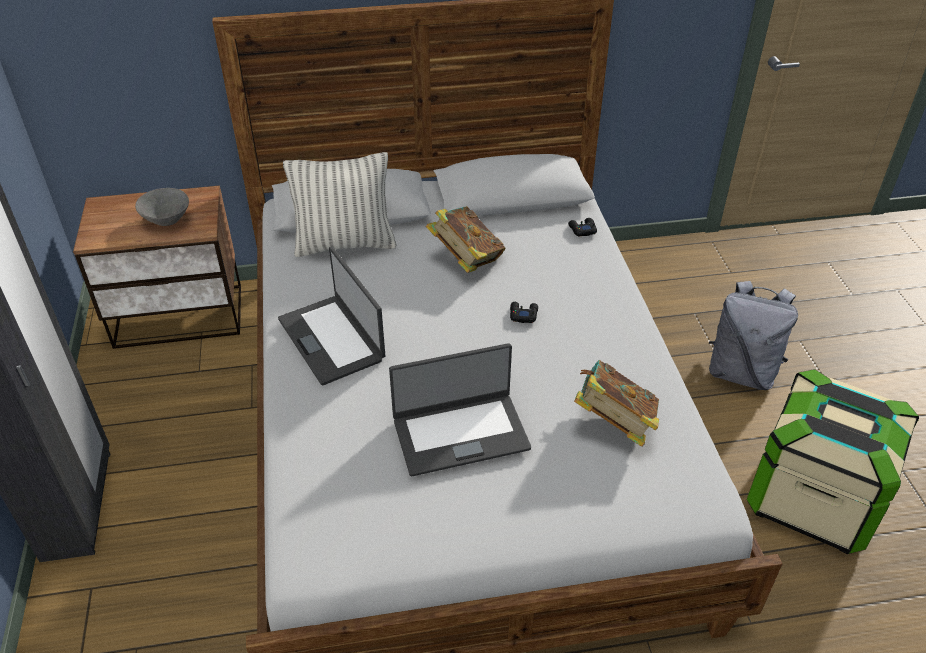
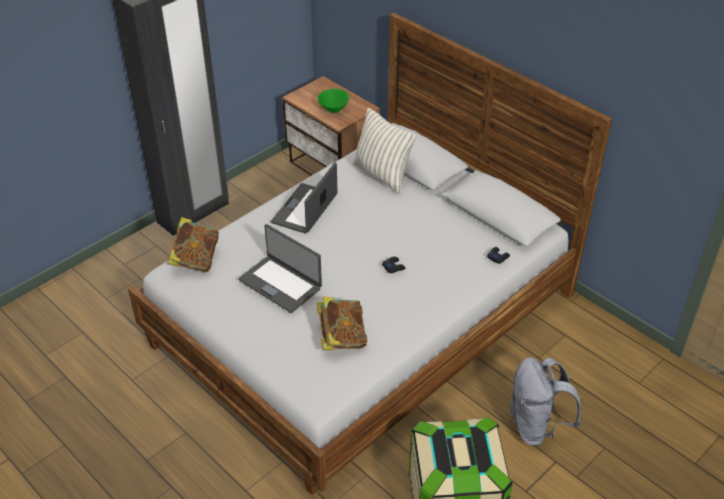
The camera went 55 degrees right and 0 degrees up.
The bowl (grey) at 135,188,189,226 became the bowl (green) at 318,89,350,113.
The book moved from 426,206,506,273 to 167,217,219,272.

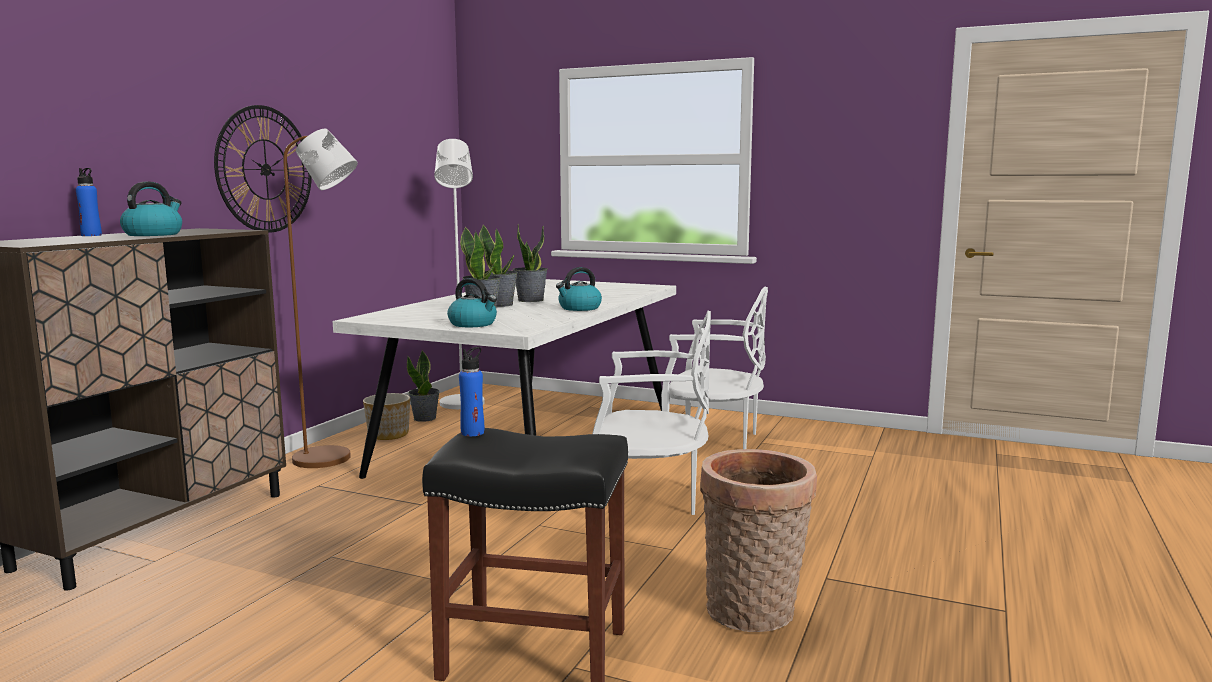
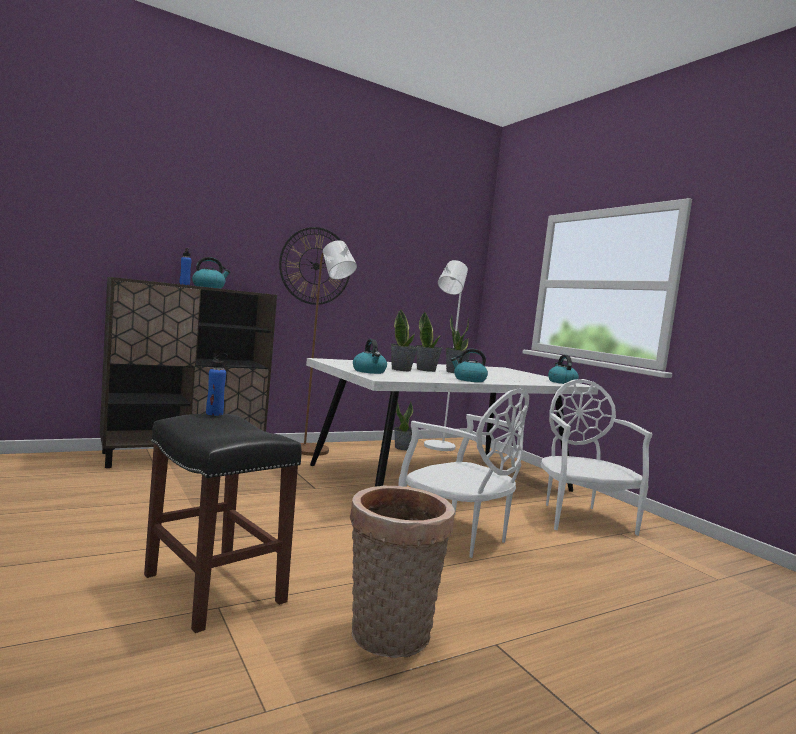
The camera went 35 degrees right and 5 degrees down.
The planter at 363,393,410,440 disappeared.
The chair (white) at 661,286,768,449 turned 150 degrees counterclockwise.
The kettle at 548,355,579,385 appeared.

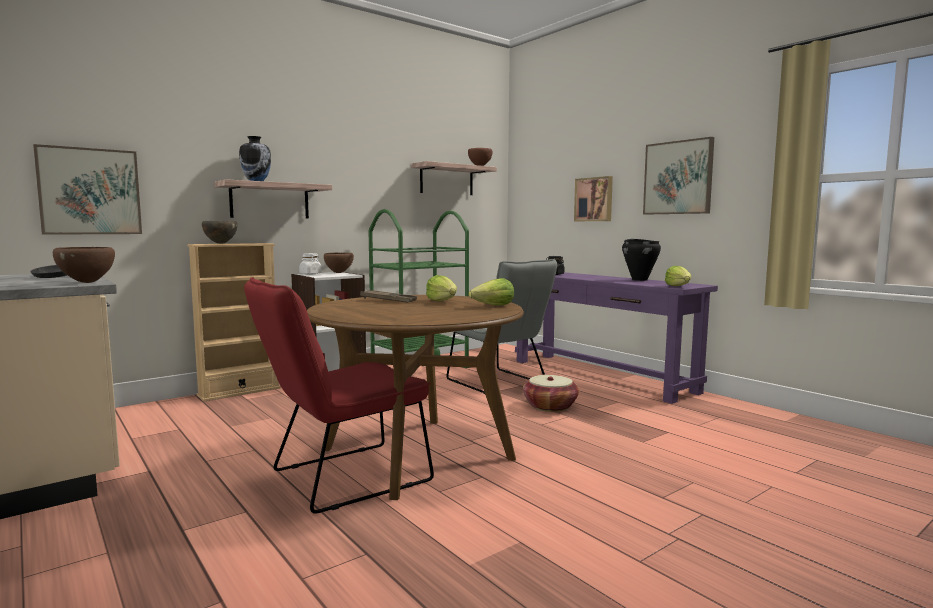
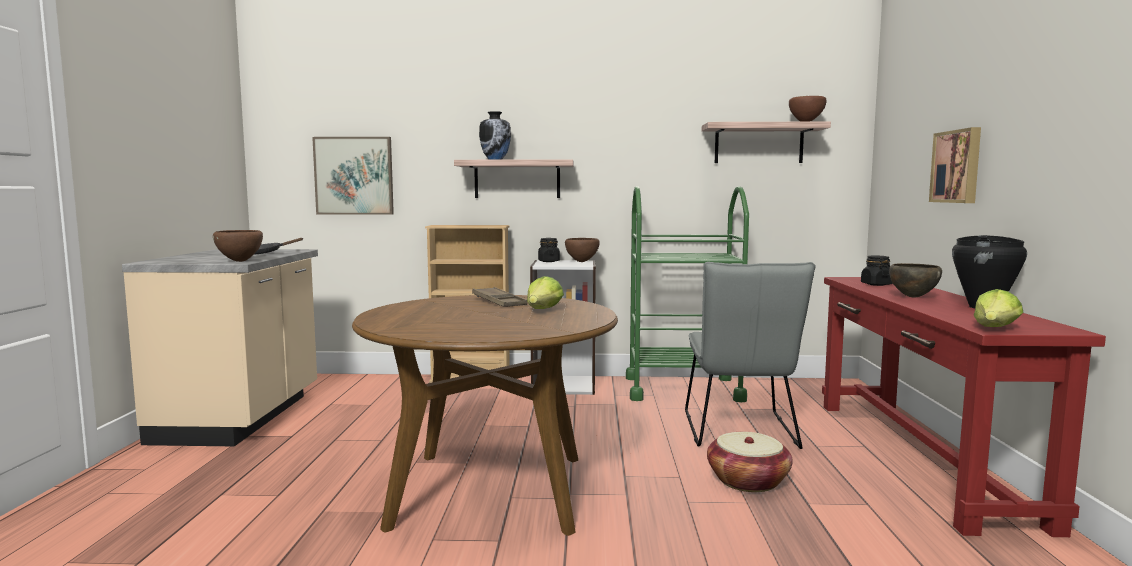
The camera went 40 degrees right and 0 degrees up.
The bowl (brown) moved from 202,221,237,244 to 889,263,942,298.
The chair (red) at 244,277,434,514 disappeared.
The jar (white) at 299,253,322,275 became the jar (black) at 538,238,560,262.
The lettuce at 469,278,514,305 disappeared.
The console table (purple) at 515,272,718,404 became the console table (red) at 822,277,1106,537.
The picture at 643,137,714,214 disappeared.

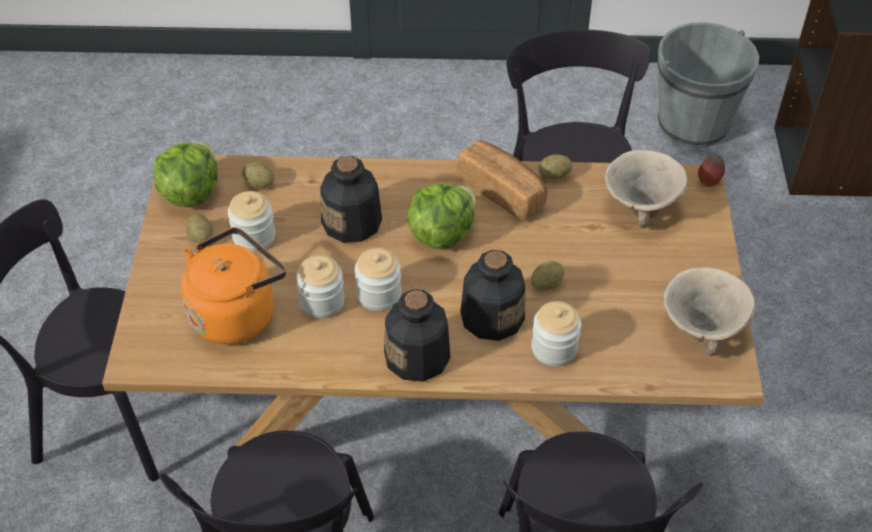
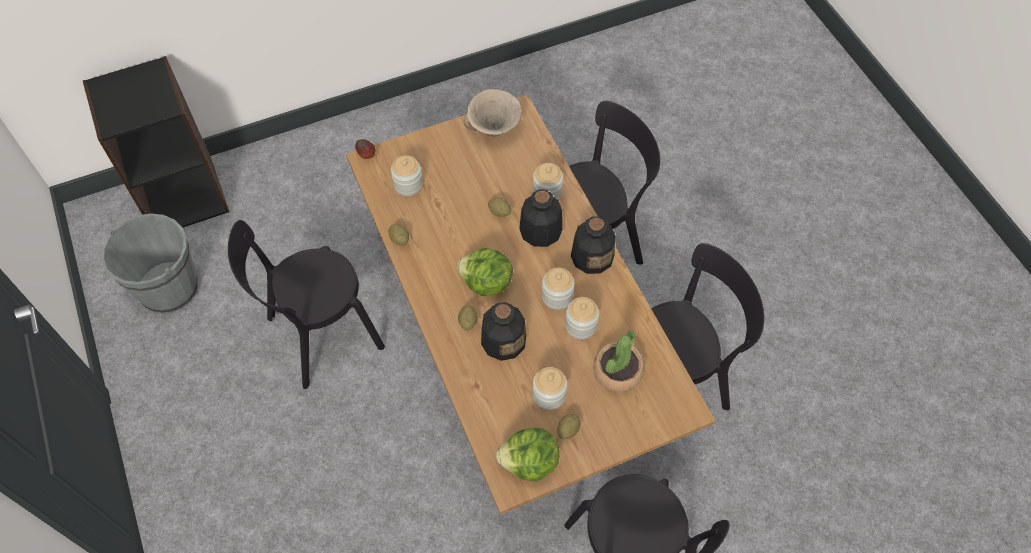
The camera went 115 degrees left and 10 degrees up.
The kettle (orange) at 181,227,286,344 was replaced by the potted plant at 593,330,645,392.
The potato moved from 242,162,274,188 to 458,305,478,330.
The bread at 458,141,548,220 disappeared.
The bowl (beige) at 605,150,688,228 was replaced by the jar at 391,155,423,196.

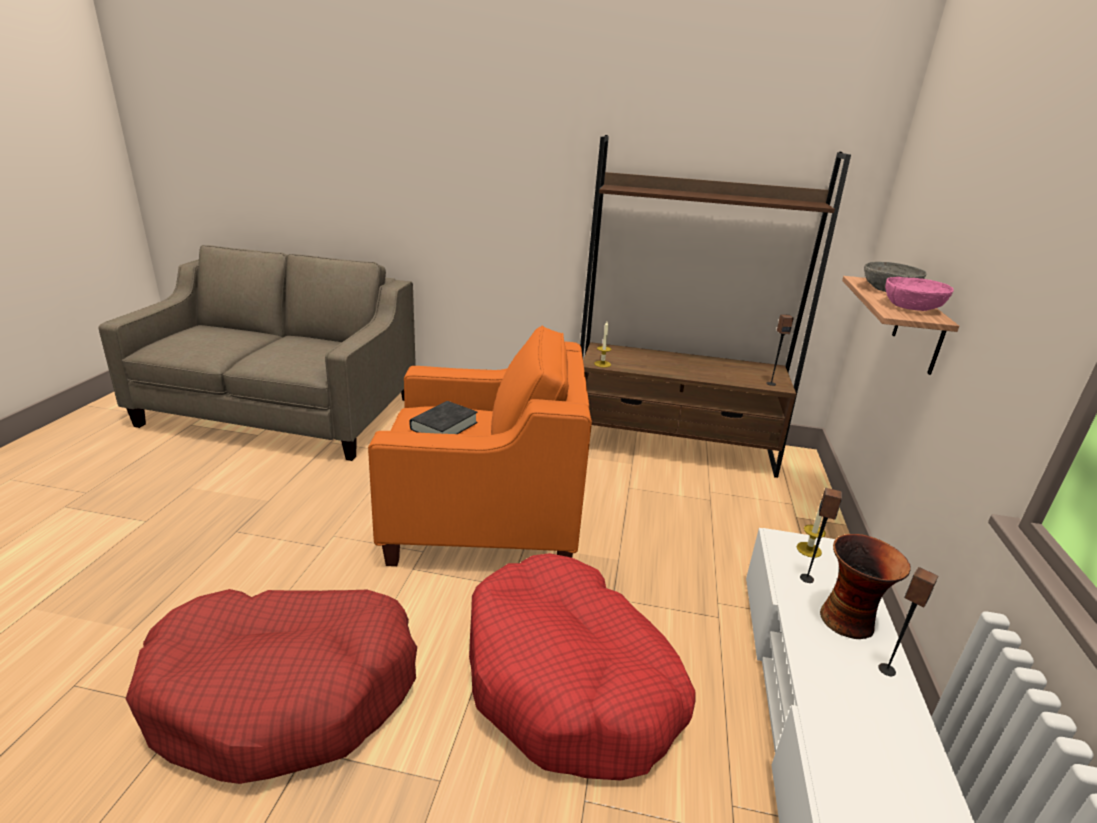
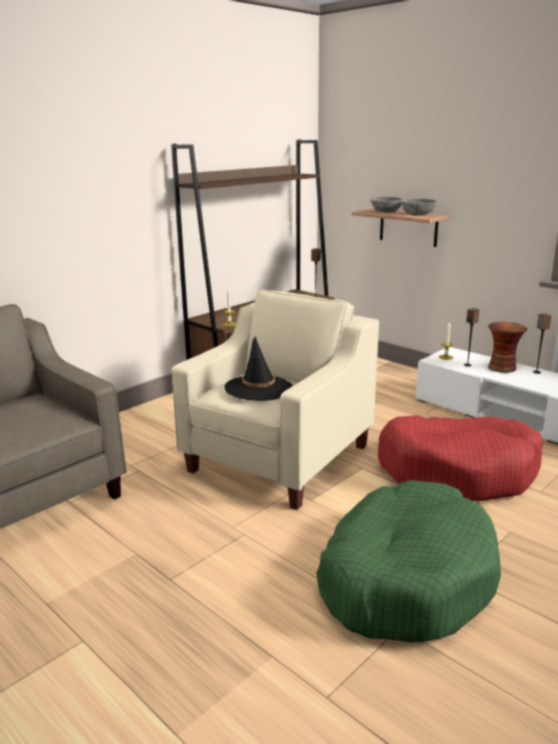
The camera went 55 degrees left and 5 degrees down.
The dog bed (red) at 126,589,417,784 became the dog bed (green) at 316,480,501,642.
The armchair (orange) at 368,325,592,566 became the armchair (beige) at 172,290,379,510.
The book (black) at 409,401,478,434 was replaced by the hat (black) at 224,336,293,401.
The bowl (pink) at 885,277,954,311 became the bowl (grey) at 401,199,436,215.

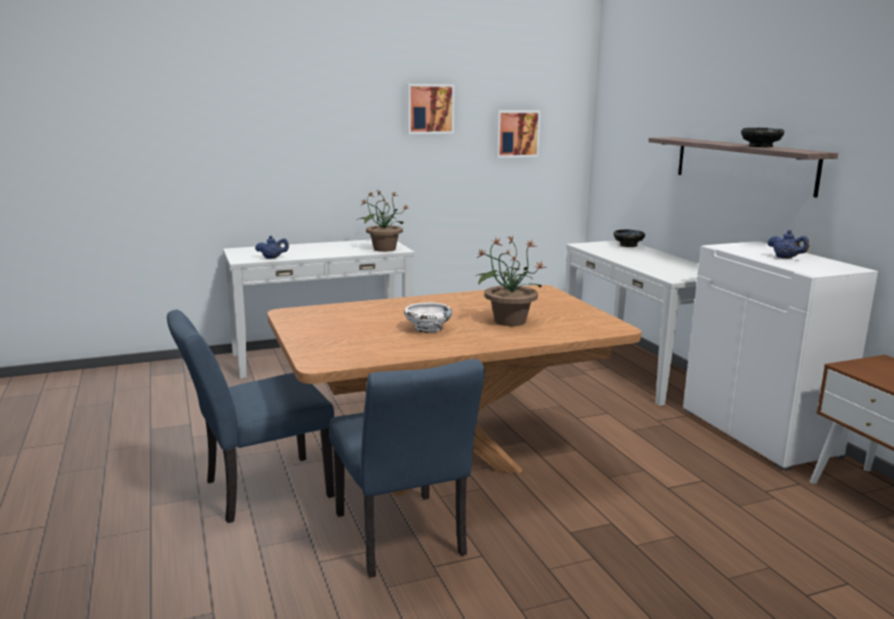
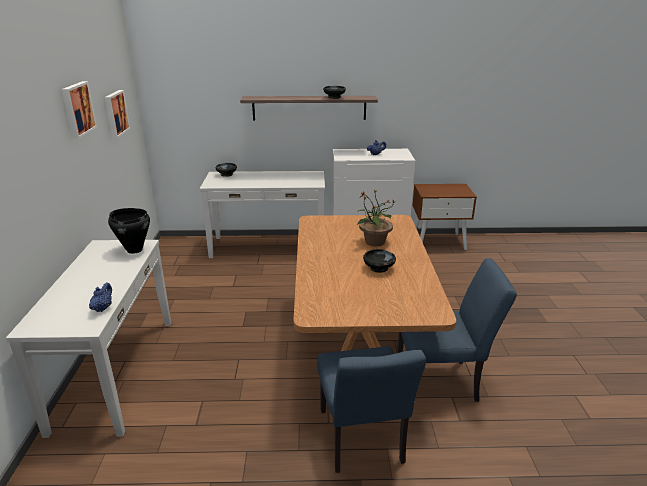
The camera went 70 degrees left and 10 degrees up.
The potted plant at 357,191,410,252 was replaced by the cooking pot (black) at 108,208,150,254.
The bowl (white) at 404,302,452,333 became the bowl (black) at 363,249,396,273.

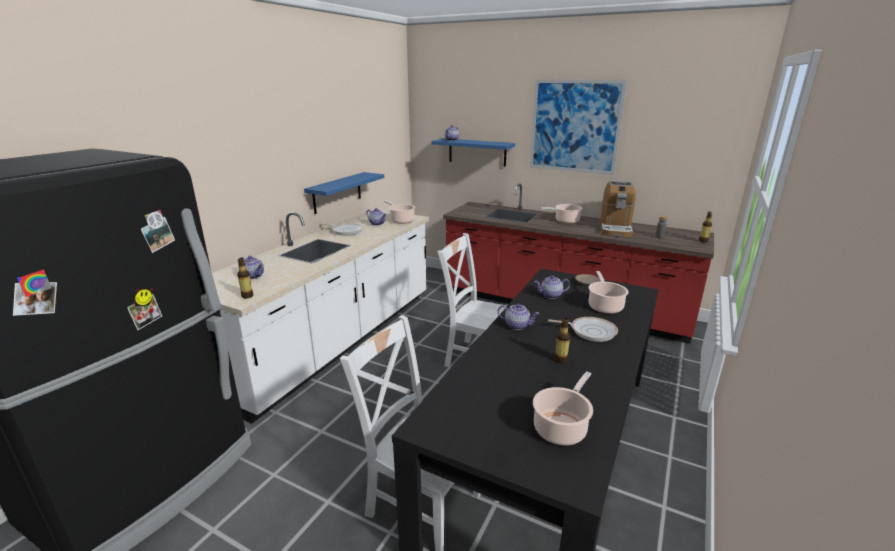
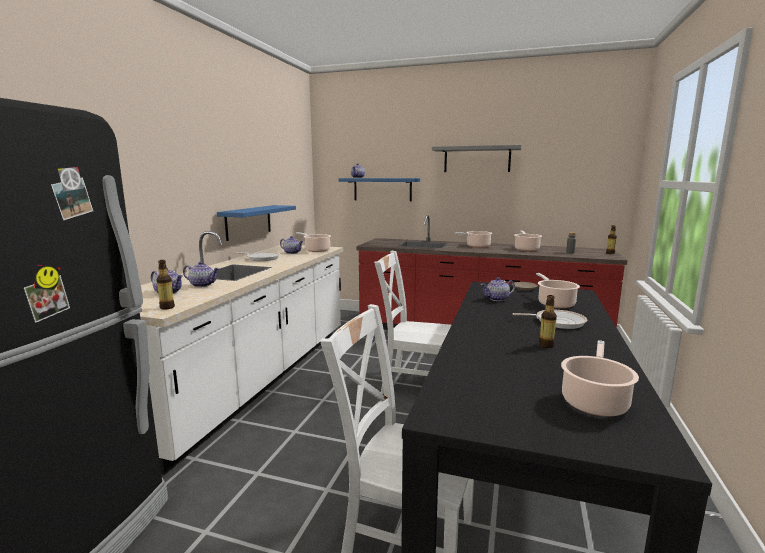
The camera went 10 degrees left and 10 degrees down.
The teapot moved from 498,304,539,330 to 183,262,219,287.
The picture at 530,79,627,175 was replaced by the shelf (grey) at 432,145,521,172.
The coffee machine at 600,181,636,237 was replaced by the cooking pot at 514,230,542,251.

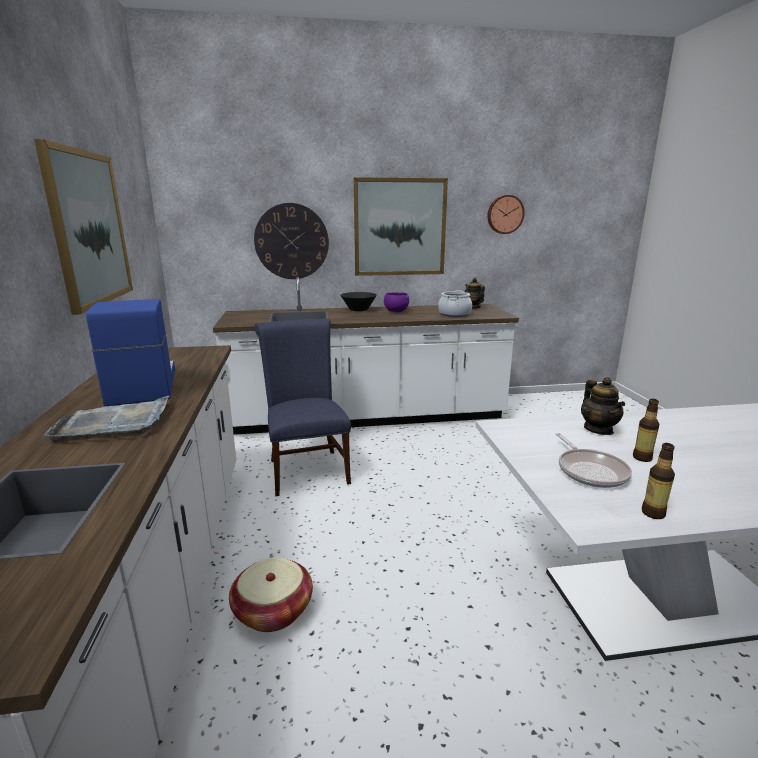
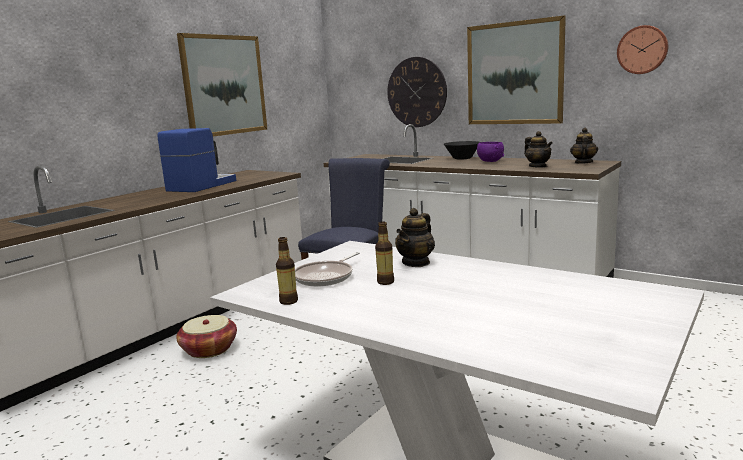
The camera went 45 degrees right and 5 degrees down.
The tray (grey) at 44,395,170,442 disappeared.
The cooking pot at 438,290,472,317 was replaced by the teapot at 524,131,553,168.

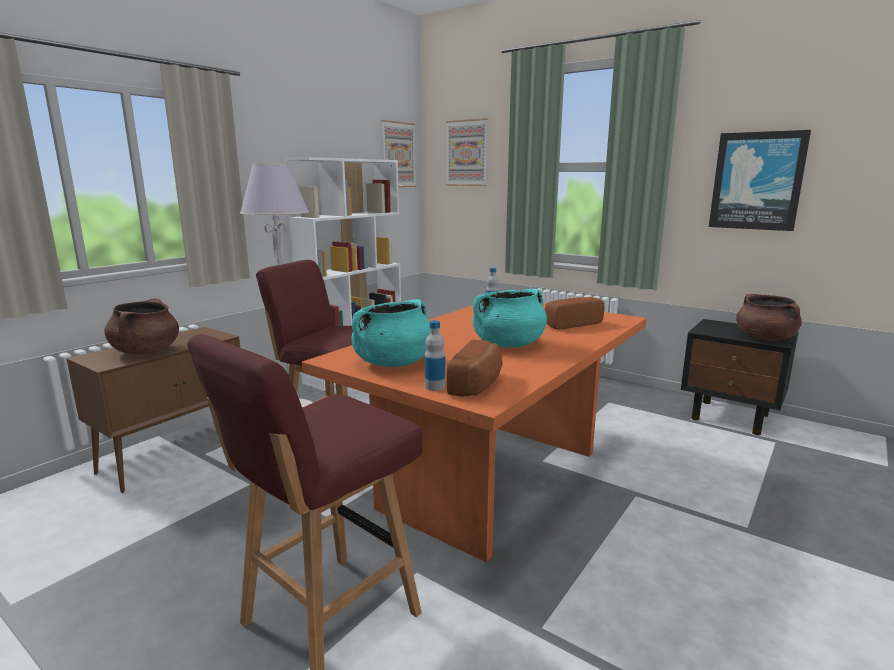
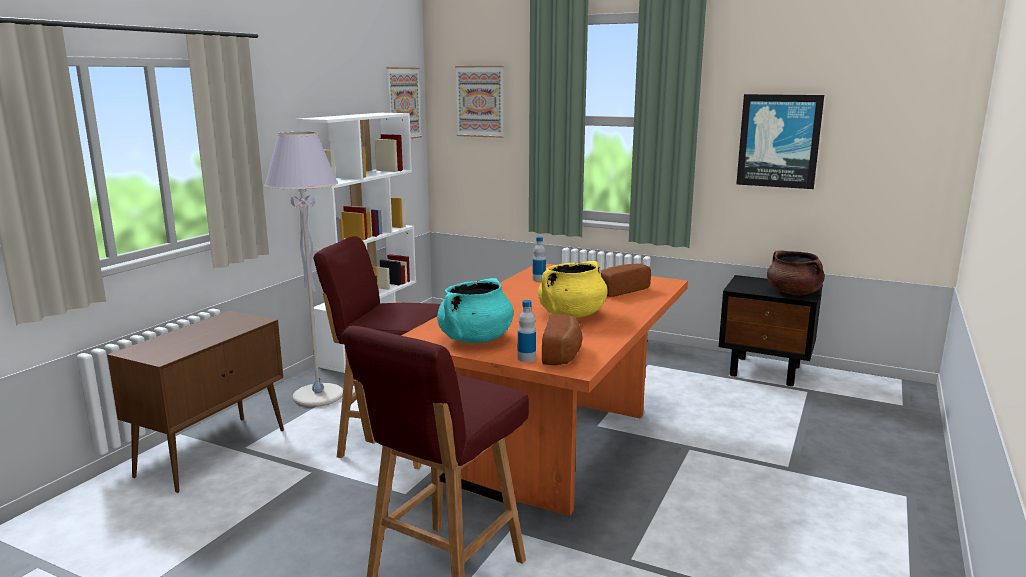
The camera went 10 degrees left and 0 degrees up.
The cooking pot (brown) at 104,298,179,355 disappeared.
The cooking pot (turquoise) at 473,289,547,347 became the cooking pot (yellow) at 538,261,608,318.

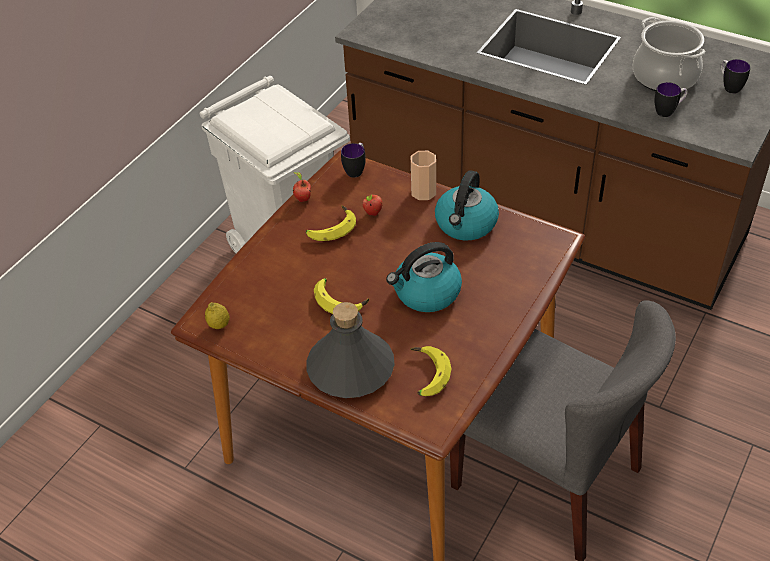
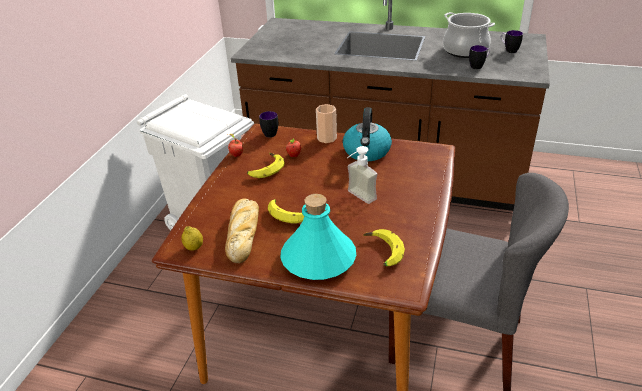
The camera went 15 degrees left and 10 degrees down.
The bottle (grey) at 306,302,395,398 became the bottle (turquoise) at 280,194,356,280.
The kettle at 386,242,462,312 was replaced by the soap dispenser at 347,146,377,204.
The bread at 225,198,259,263 appeared.

